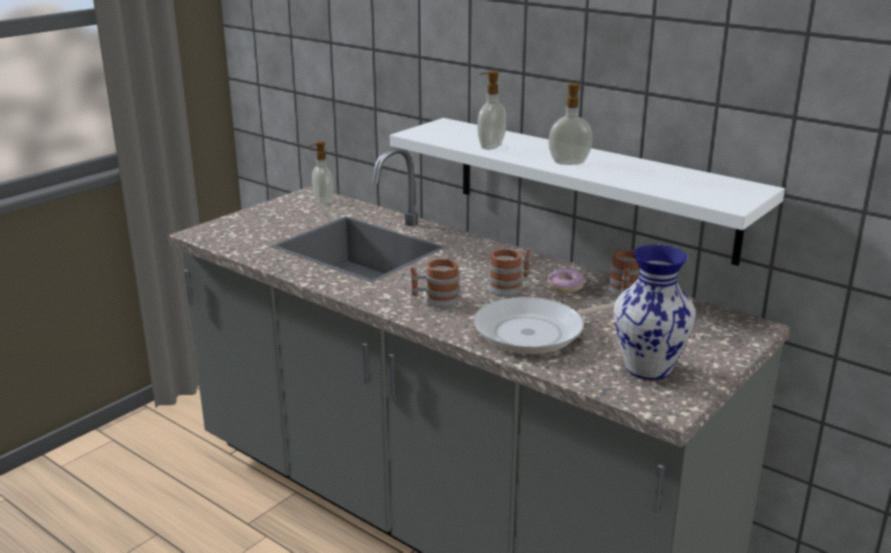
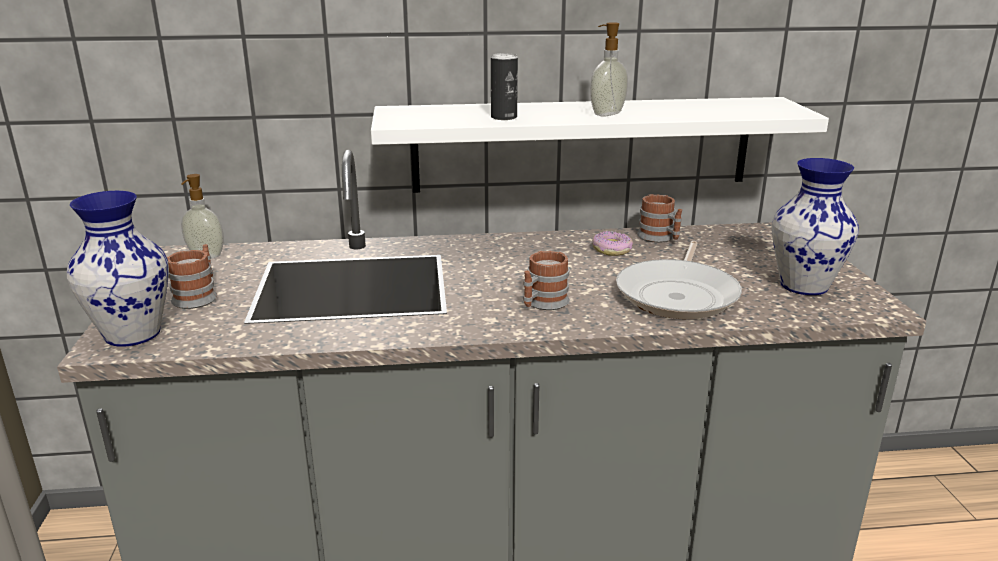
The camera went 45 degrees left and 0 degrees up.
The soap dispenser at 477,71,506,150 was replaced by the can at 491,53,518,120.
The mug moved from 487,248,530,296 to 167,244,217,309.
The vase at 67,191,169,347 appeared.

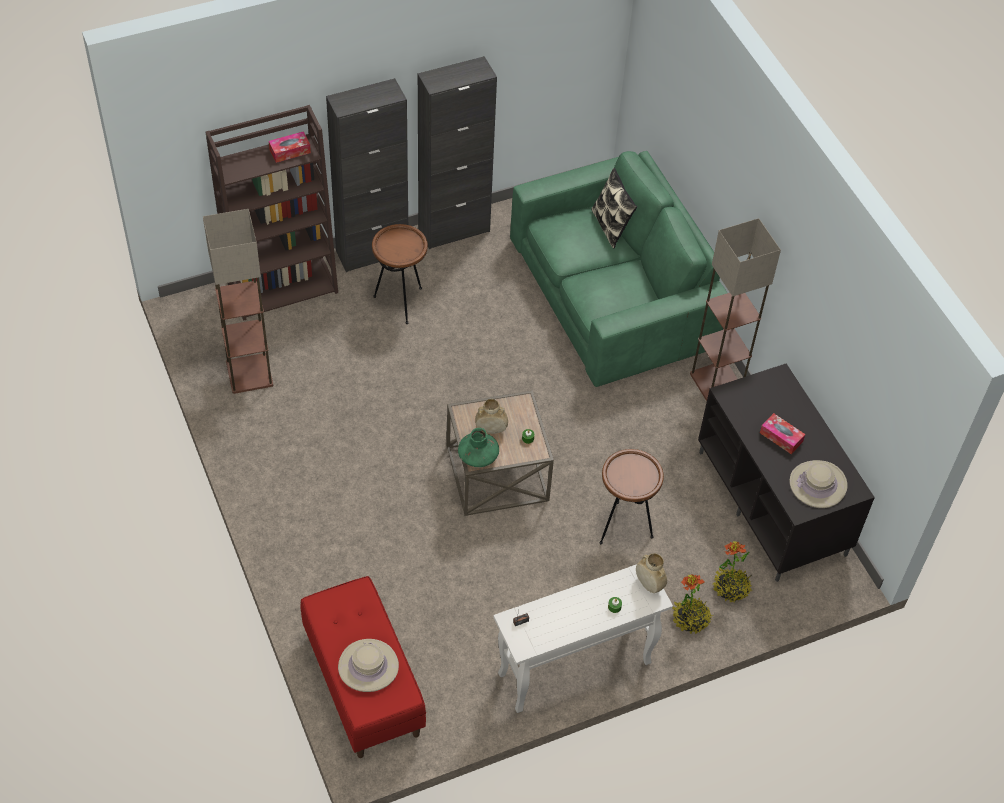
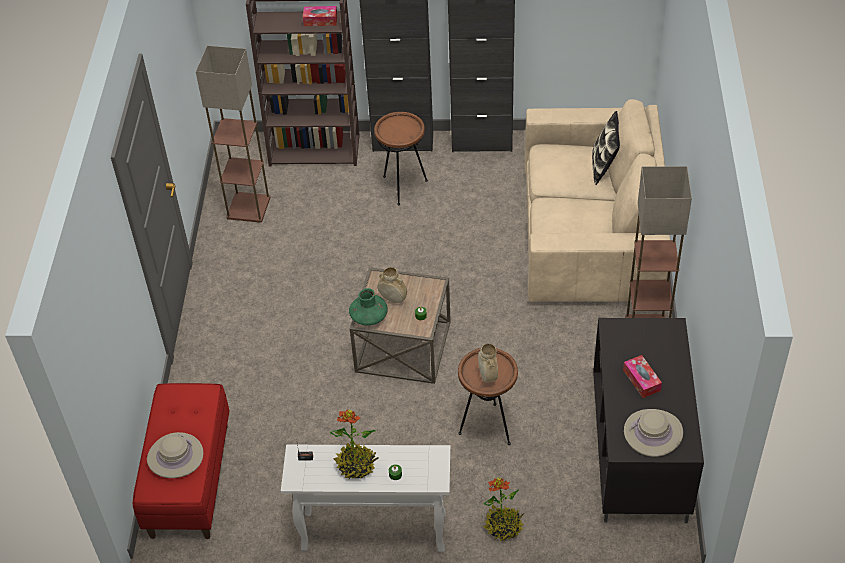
The camera went 30 degrees right and 5 degrees down.
The sofa (green) at 510,151,727,387 became the sofa (beige) at 525,99,670,302.
The vase (beige) moved from 636,553,667,593 to 478,344,498,383.
The potted plant moved from 713,541,752,602 to 330,410,379,479.

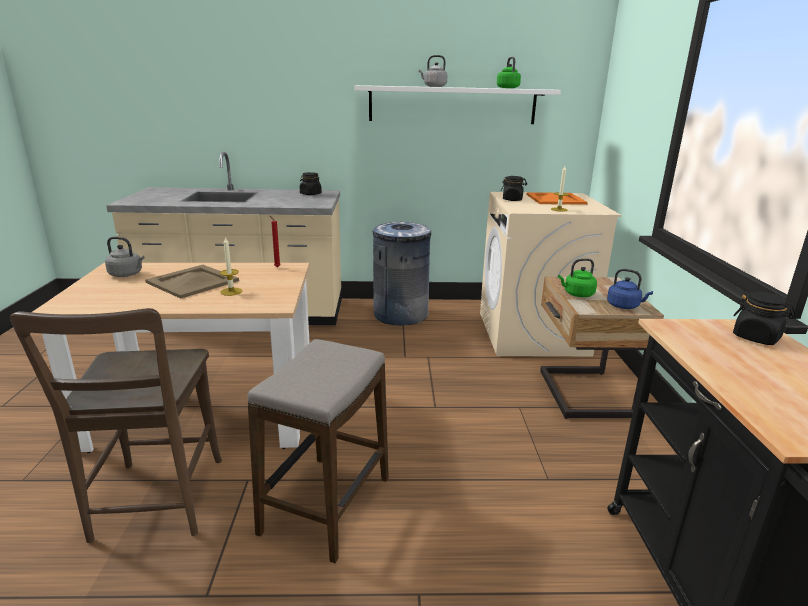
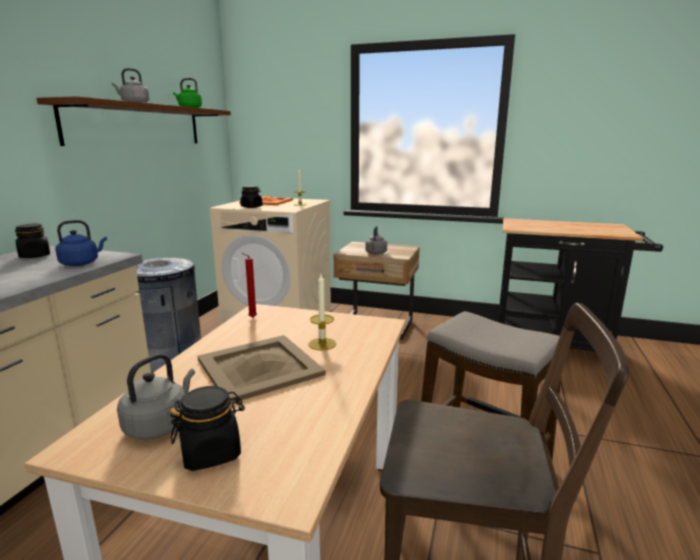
The camera went 70 degrees left and 5 degrees down.
The shelf (white) at 354,85,561,124 became the shelf (brown) at 37,96,231,146.
The kettle (green) at 558,258,597,297 became the kettle (grey) at 365,226,387,255.
The kettle (blue) moved from 607,269,653,309 to 55,220,107,266.
The jar (black) moved from 733,292,796,345 to 170,386,245,471.

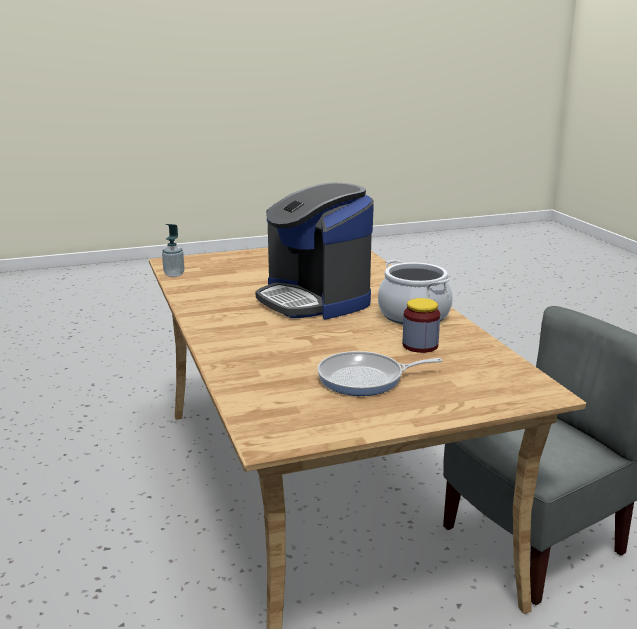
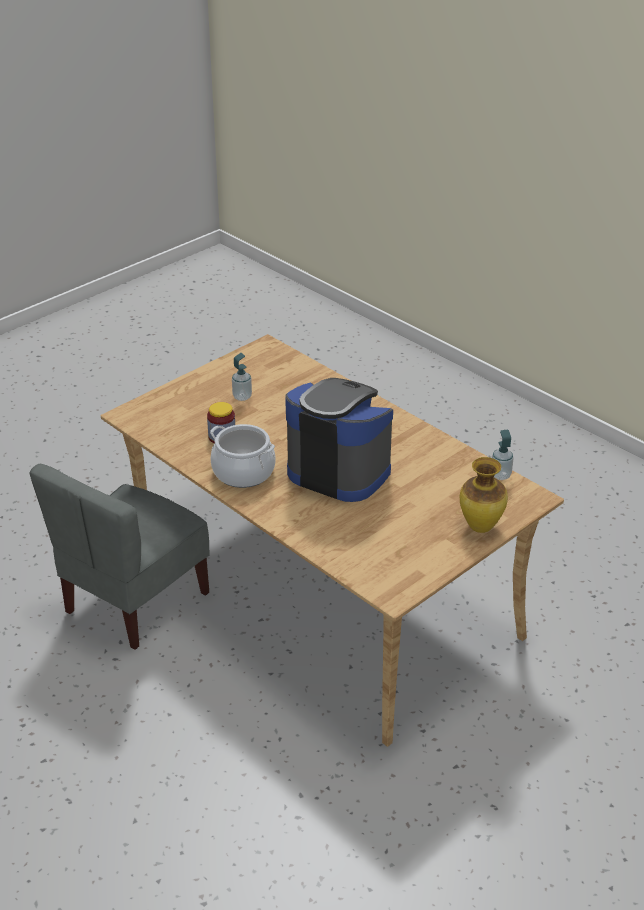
The camera went 155 degrees right and 15 degrees up.
The frying pan at 317,351,442,396 was replaced by the soap dispenser at 232,353,252,401.
The vase at 460,457,508,533 appeared.

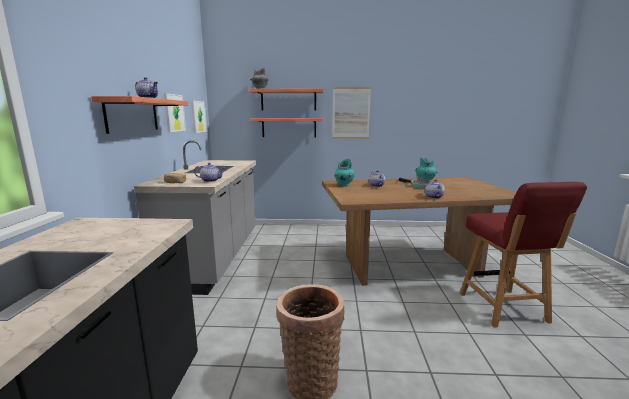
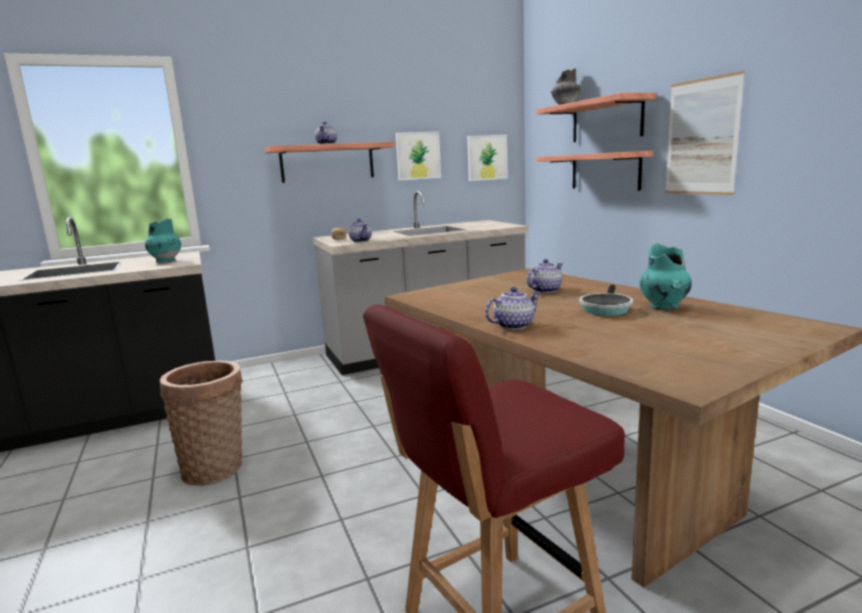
The camera went 65 degrees right and 0 degrees up.
The vase (turquoise) moved from 334,159,355,186 to 145,218,181,263.

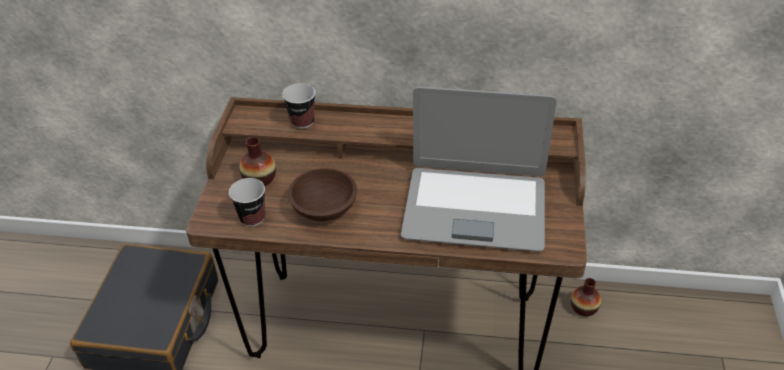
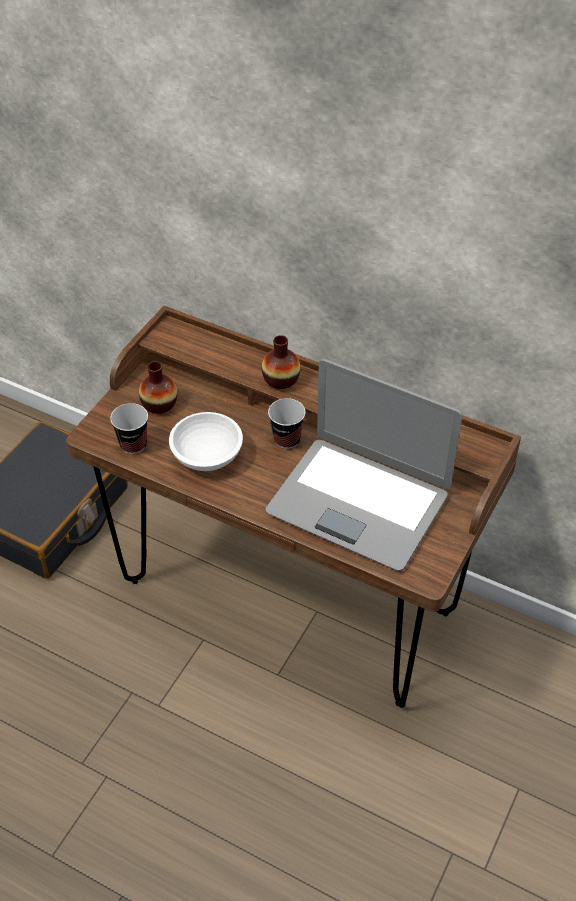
The camera went 20 degrees right and 5 degrees up.
The cup moved from 282,83,315,129 to 268,398,306,449.
The bowl (brown) at 288,168,357,221 became the bowl (white) at 169,412,243,471.
The vase moved from 571,278,601,316 to 262,335,300,389.

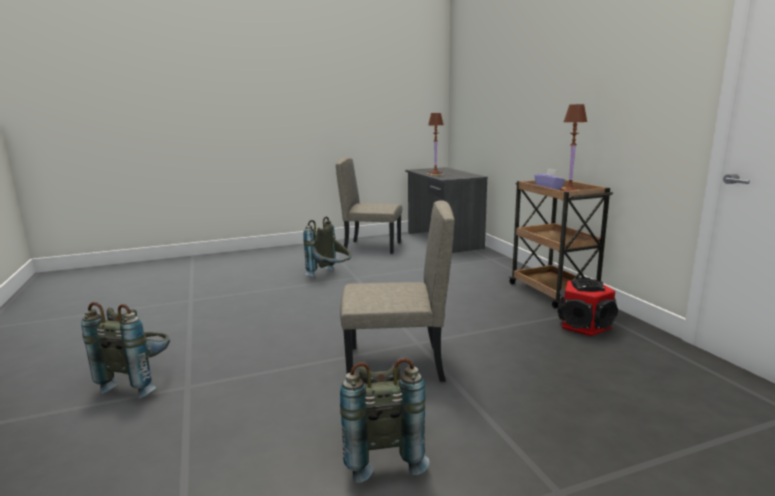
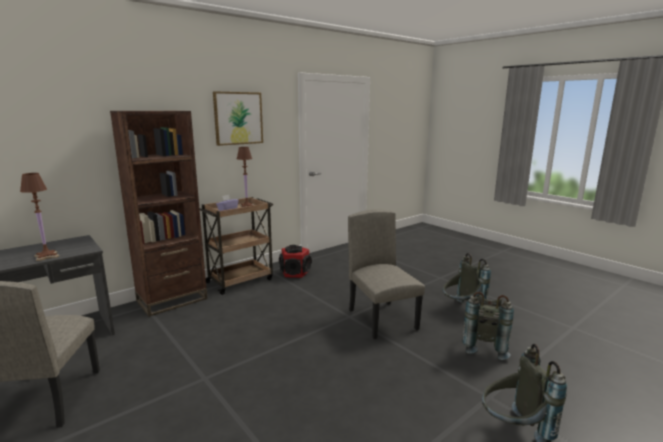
The camera went 110 degrees left and 0 degrees up.
The backpack (grey) moved from 303,216,351,277 to 462,291,514,360.
The bookcase (brown) at 110,111,208,317 appeared.
The picture at 213,91,263,146 appeared.

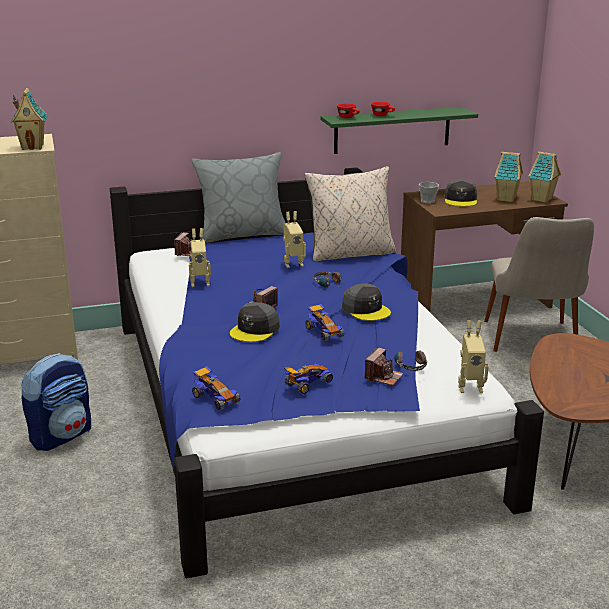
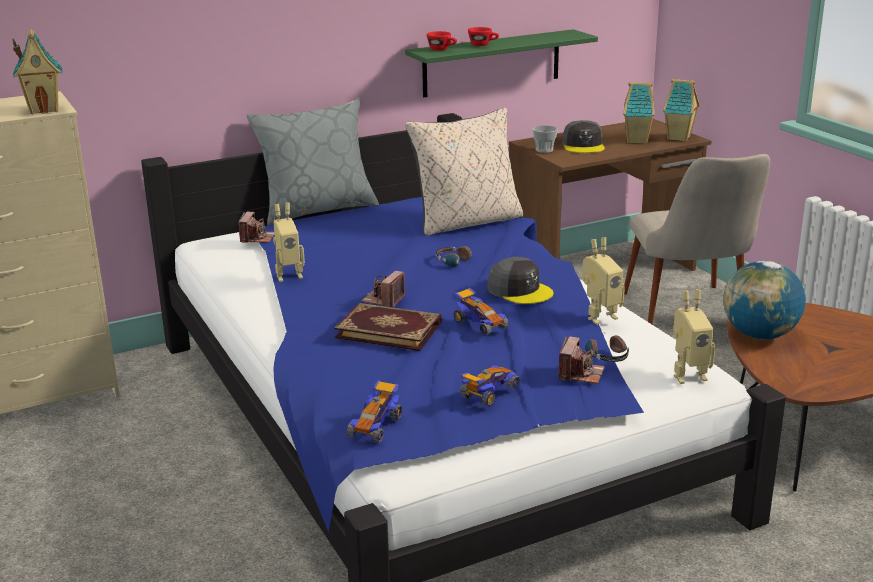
The camera went 10 degrees left and 0 degrees up.
The backpack at 21,353,91,451 disappeared.
The toy car at 192,366,240,410 turned 75 degrees clockwise.
The cap (grey) at 230,302,280,342 was replaced by the book at 334,303,442,351.
The toy robot moved from 283,211,306,268 to 582,237,625,325.
The globe at 723,261,805,339 appeared.

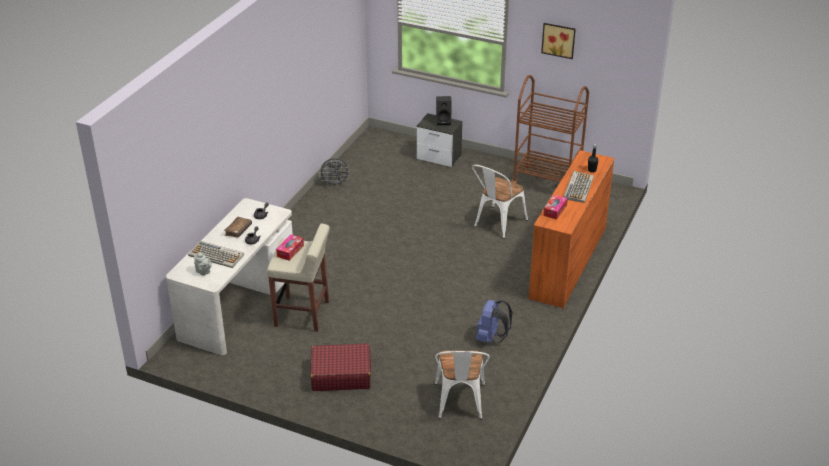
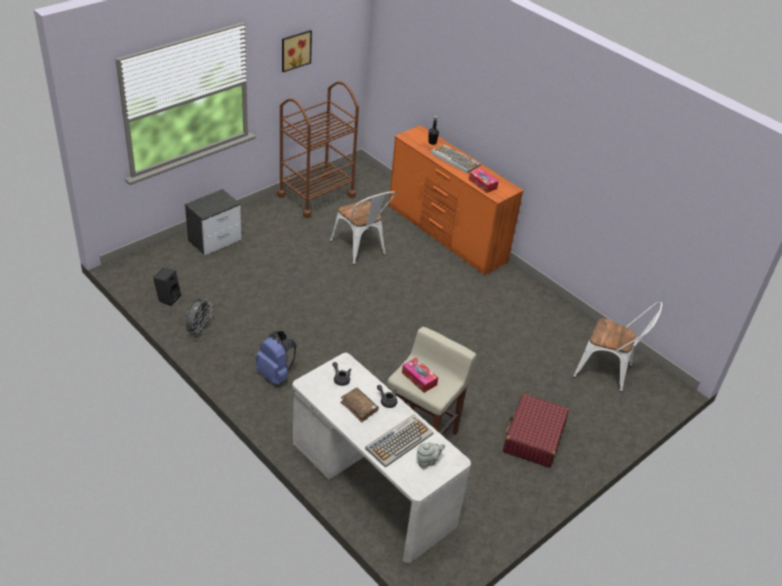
The camera went 70 degrees left and 5 degrees up.
The speaker (black) moved from 436,96,452,125 to 153,268,181,306.
The backpack (blue) moved from 476,300,512,343 to 256,331,296,385.

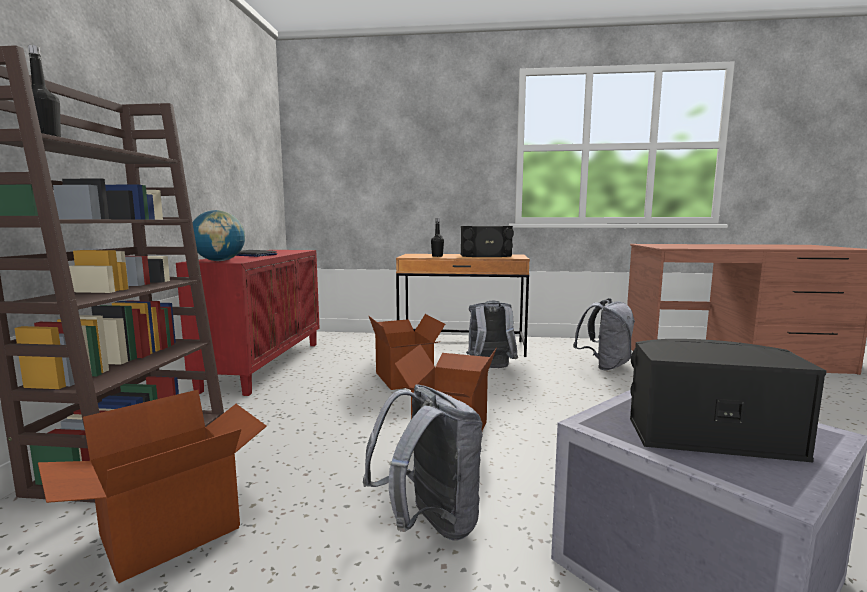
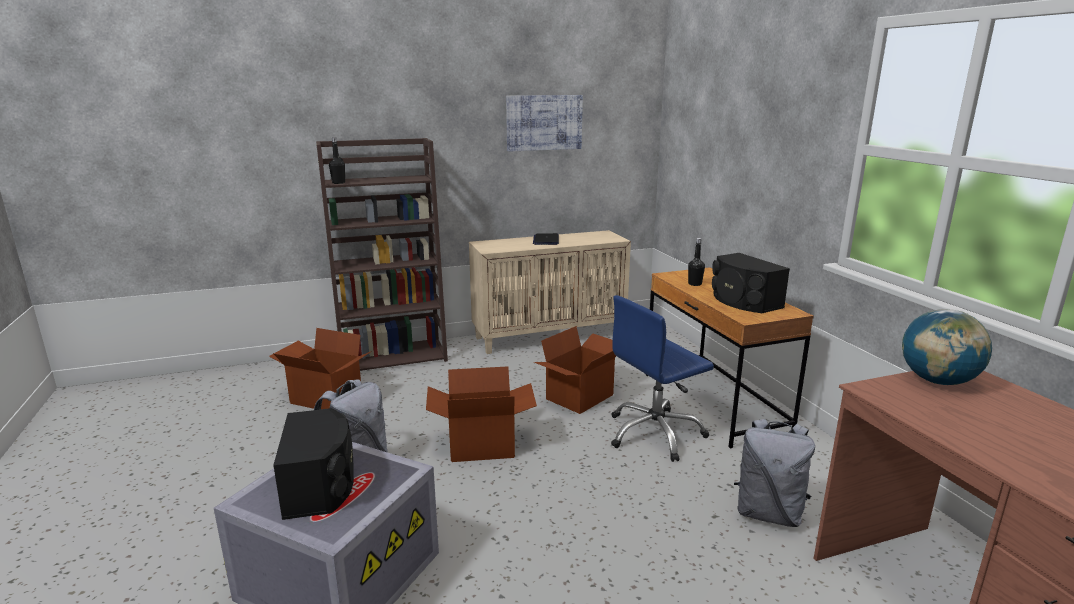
The camera went 65 degrees right and 10 degrees up.
The cabinet (red) at 176,250,320,396 became the cabinet (beige) at 469,230,631,354.
The globe moved from 192,210,245,261 to 902,309,992,385.
The backpack (grey) at 466,301,518,368 was replaced by the office chair (blue) at 611,295,714,462.
The picture at 506,95,583,151 appeared.

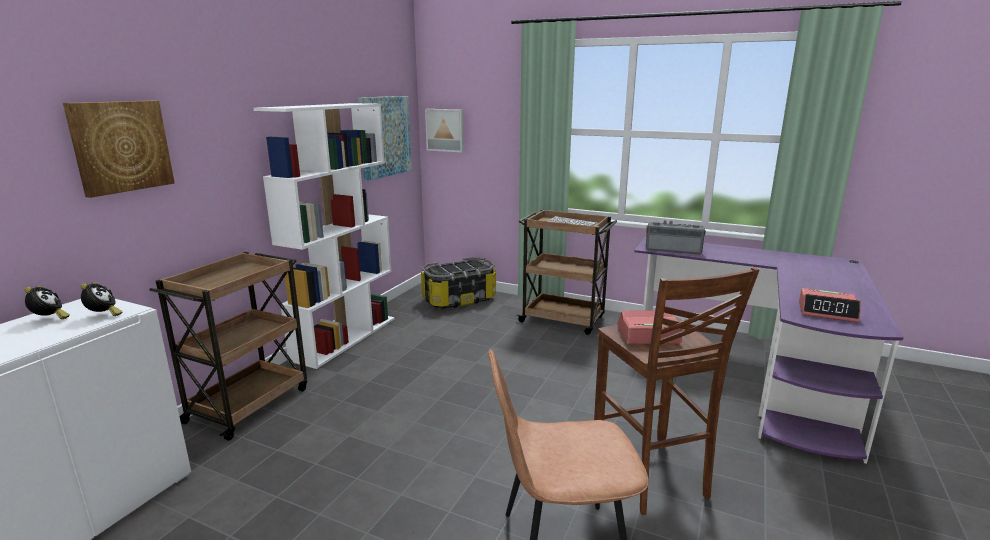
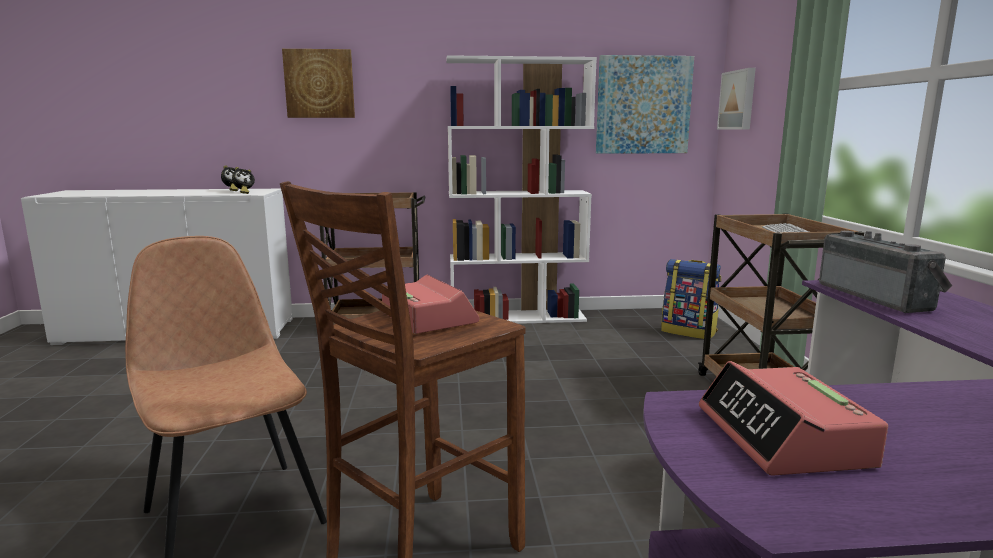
The camera went 60 degrees right and 5 degrees down.
The storage box at 421,257,496,309 was replaced by the backpack at 661,259,721,339.

